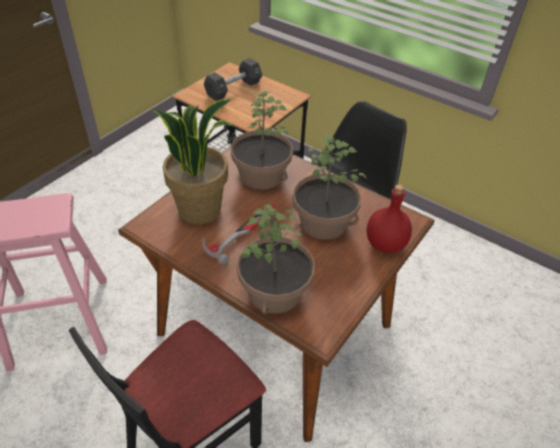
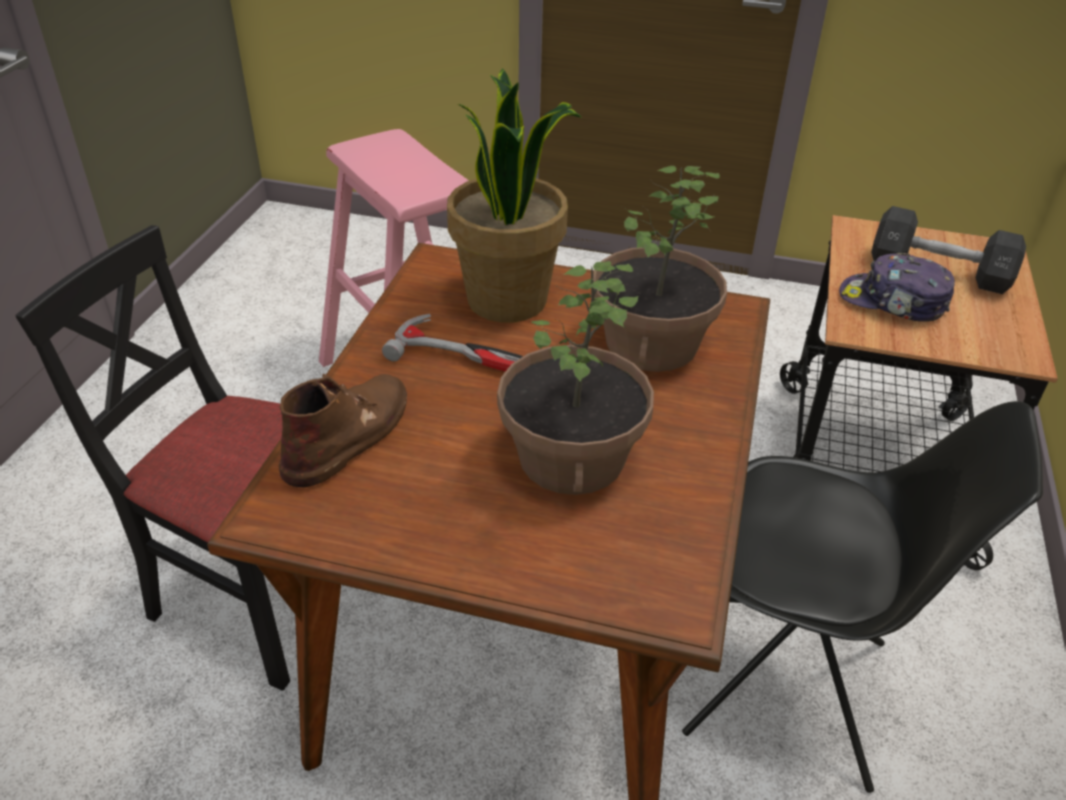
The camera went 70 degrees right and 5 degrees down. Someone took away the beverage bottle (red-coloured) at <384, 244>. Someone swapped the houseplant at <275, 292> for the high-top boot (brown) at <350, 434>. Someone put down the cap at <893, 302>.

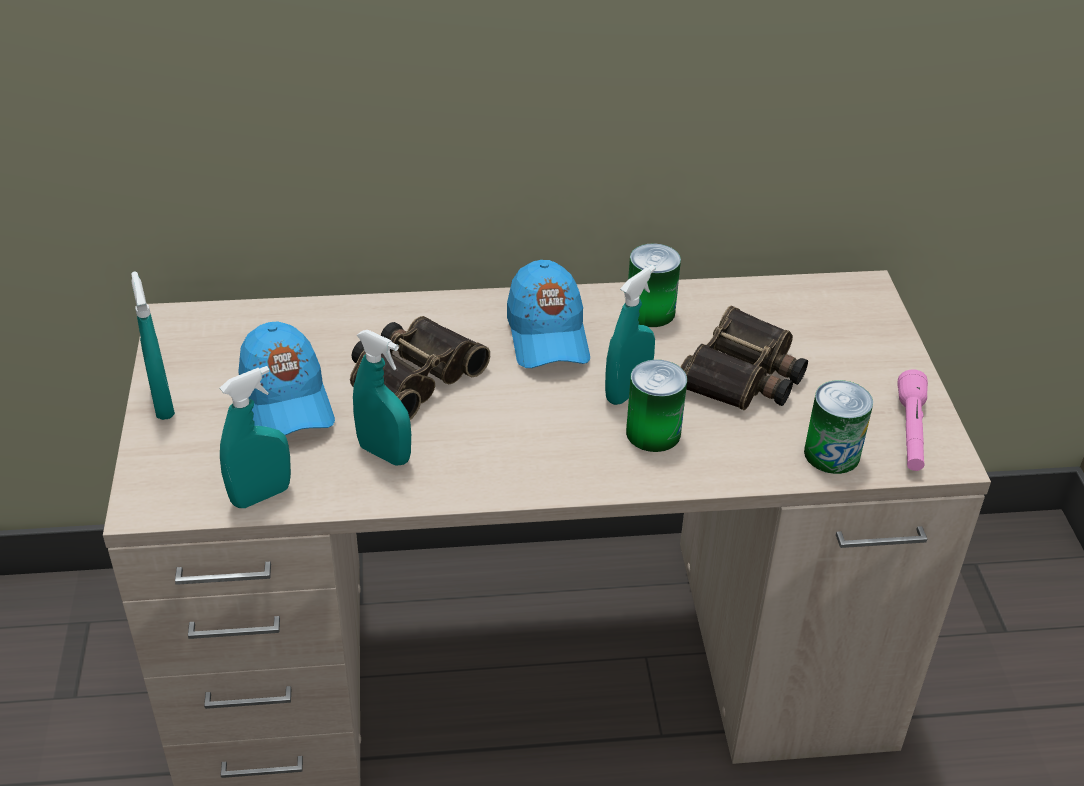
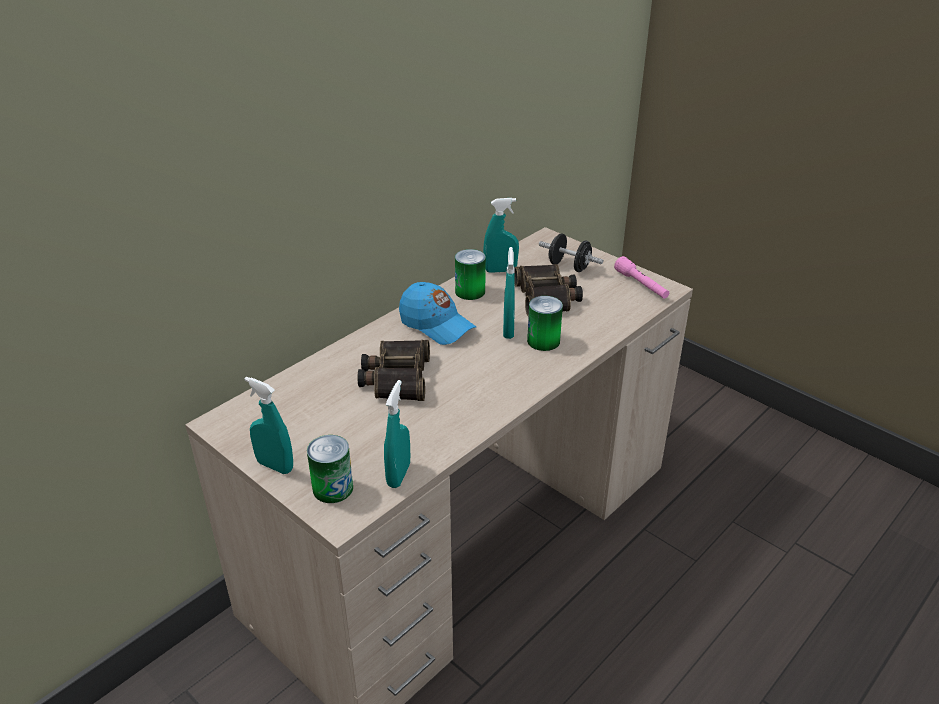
The camera went 40 degrees left and 5 degrees down. Someone took away the cap (blue) at <286, 400>. Someone carried the spray bottle (blue-green) from <384, 453> to <500, 270>. Someone carried the sealed can from <831, 454> to <333, 488>. Someone put down the hand weight (blackish) at <569, 266>.

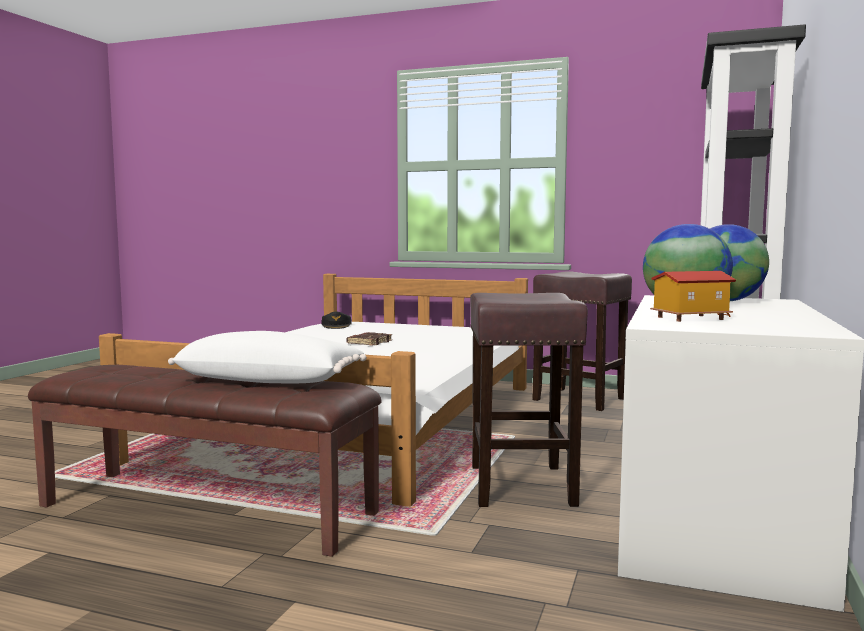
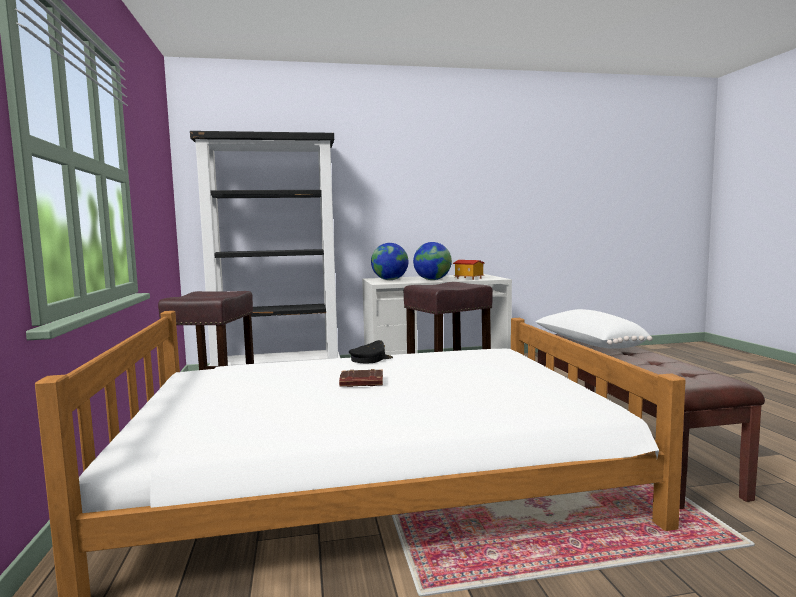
The camera went 120 degrees left and 0 degrees up. Someone carried the cap (blackish) from <336, 325> to <370, 359>.

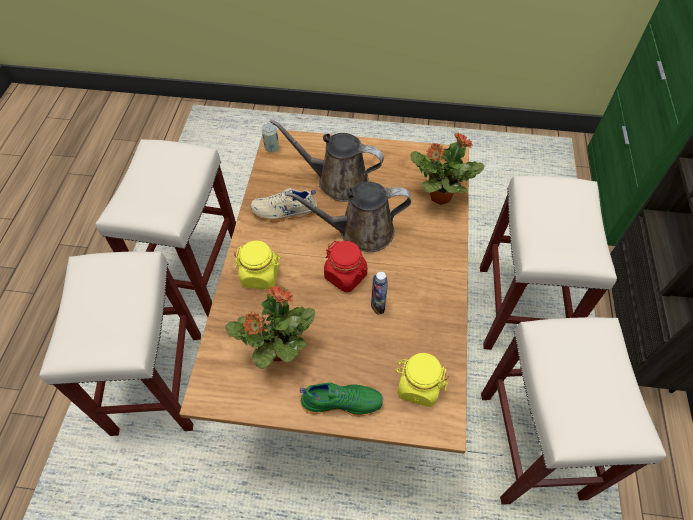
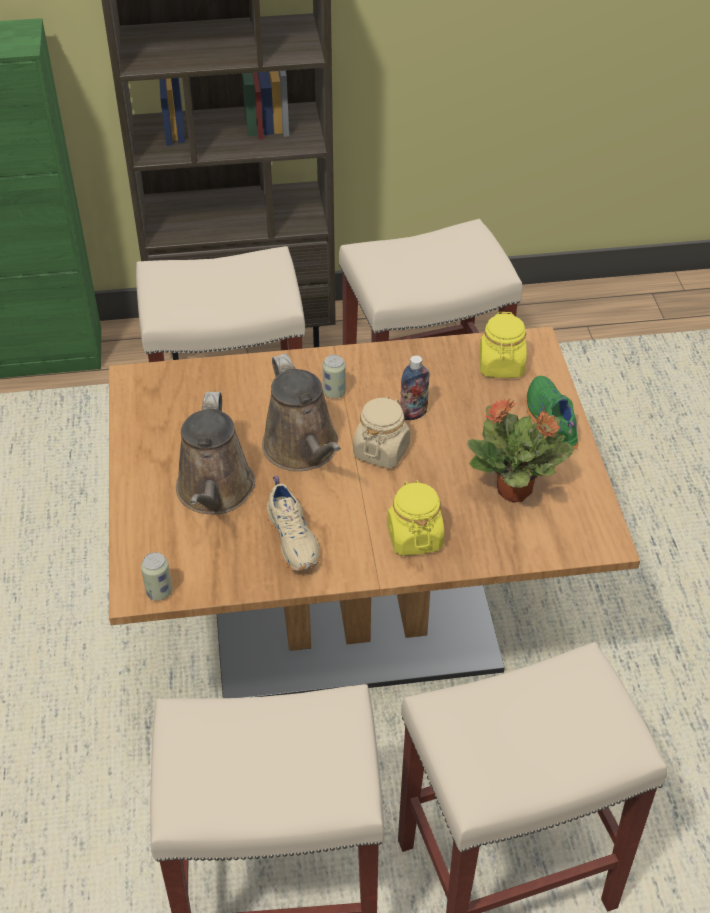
The camera went 105 degrees left and 10 degrees down. Someone took away the houseplant at <439, 196>. Someone repainted the jar (red-coloured) at <346, 276>, which became the jar (sand-coloured) at <381, 450>. Someone put down the sealed can at <334, 392>.

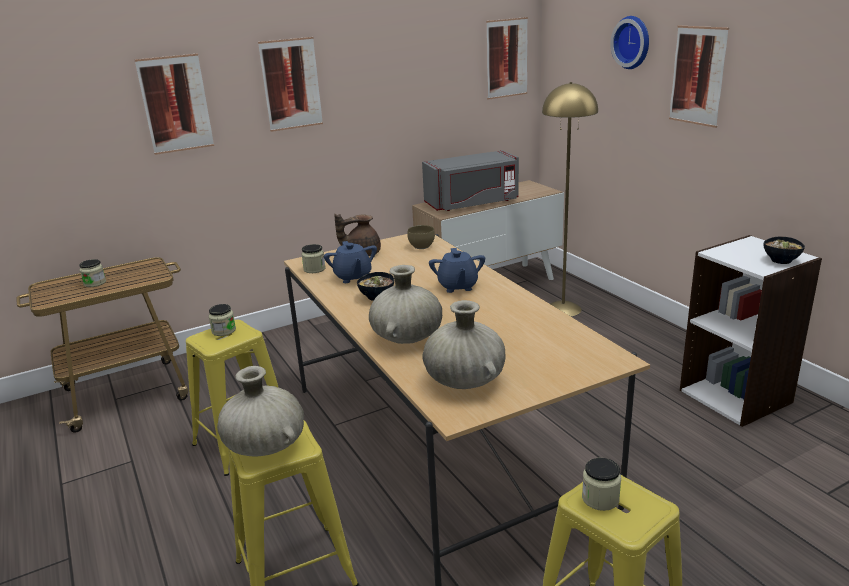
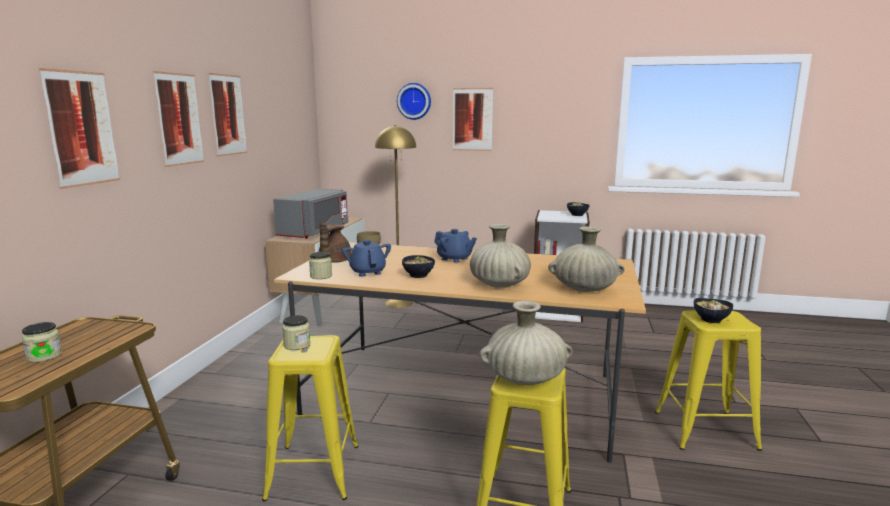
The camera went 50 degrees left and 10 degrees down. Someone carried the wall art from <507, 58> to <228, 115>. Someone rotated the pot for tea (blue) at <353, 277> by 135 degrees counterclockwise. Someone swapped the jar at <600, 498> for the deep dish at <711, 320>.

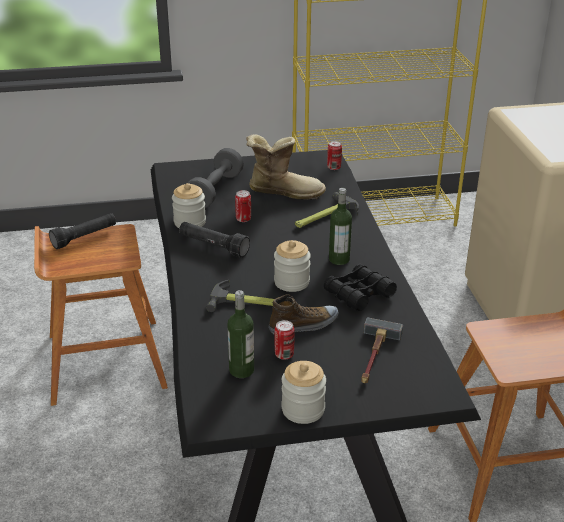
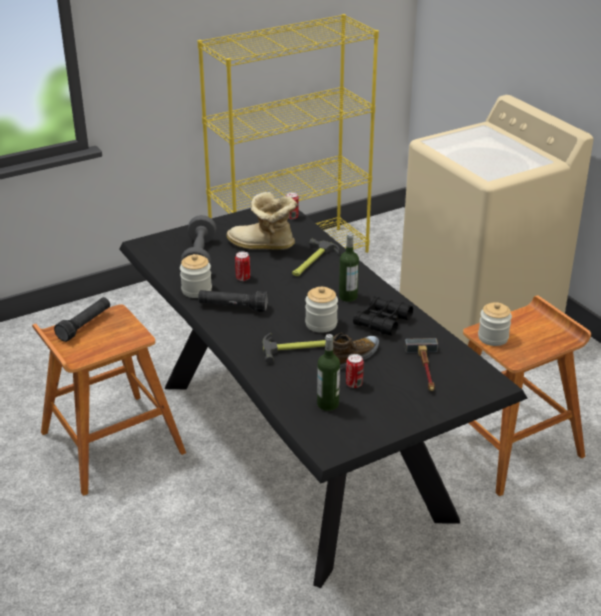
The camera went 20 degrees left and 0 degrees up. Someone rotated the high-top boot at <284, 191> by 150 degrees counterclockwise. Someone carried the jar from <303, 409> to <493, 338>.

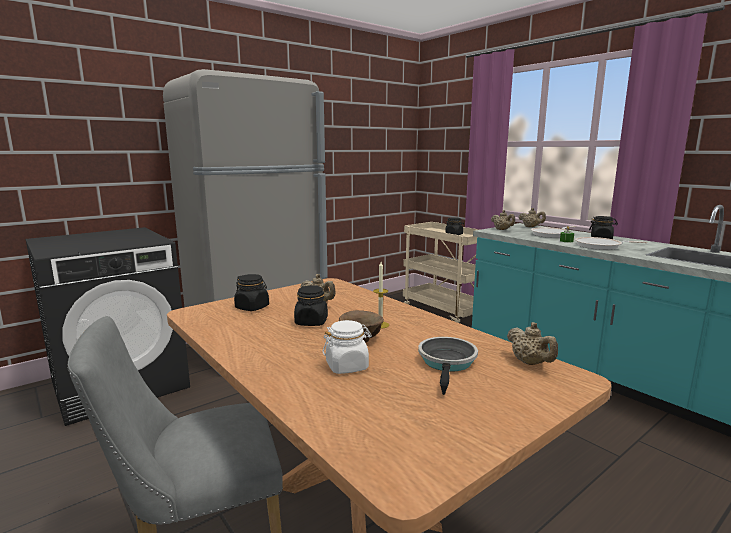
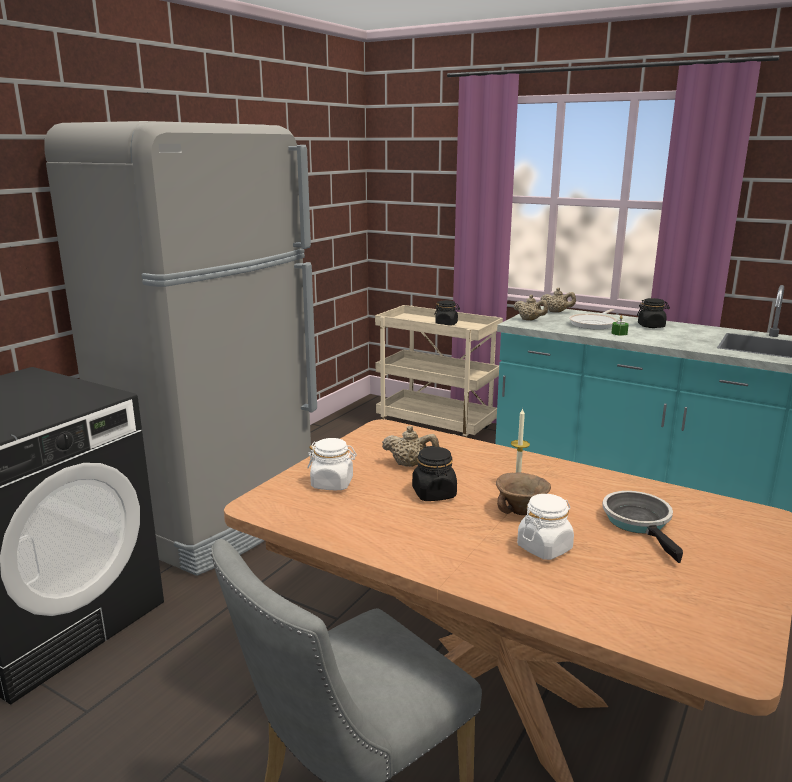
The camera went 20 degrees left and 5 degrees up. Someone took away the skillet at <600, 246>. Someone repainted the jar (blackish) at <252, 307>, which became the jar (whitish) at <332, 483>. Someone took away the pot for tea (sand-coloured) at <530, 363>.

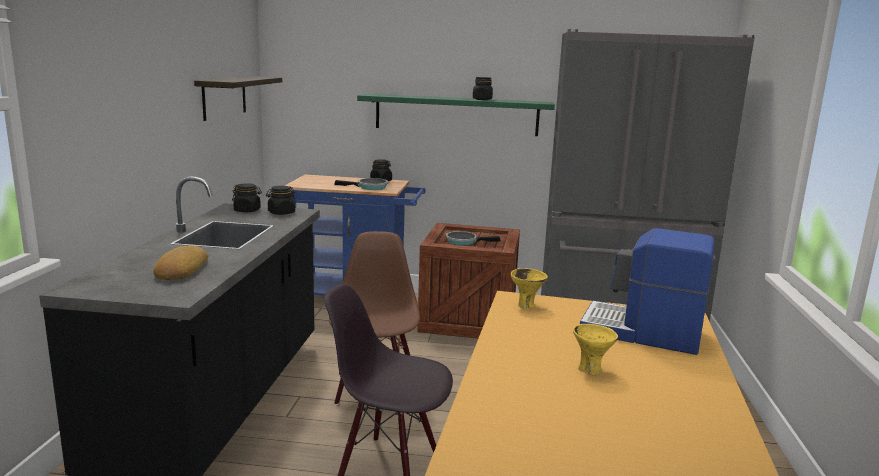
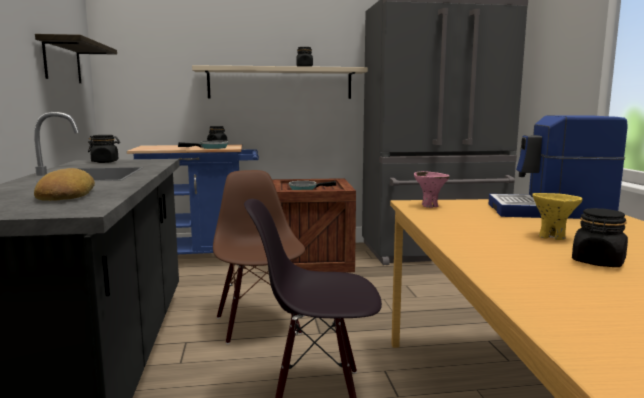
The camera went 15 degrees left and 5 degrees down. Someone repainted the wall shelf (greenish) at <456, 114>, which became the wall shelf (sand-coloured) at <280, 83>. Someone carried the jar (blackish) from <281, 213> to <598, 262>. Someone repainted the deep dish (yellow) at <526, 305>, which became the deep dish (pinkish) at <429, 206>.

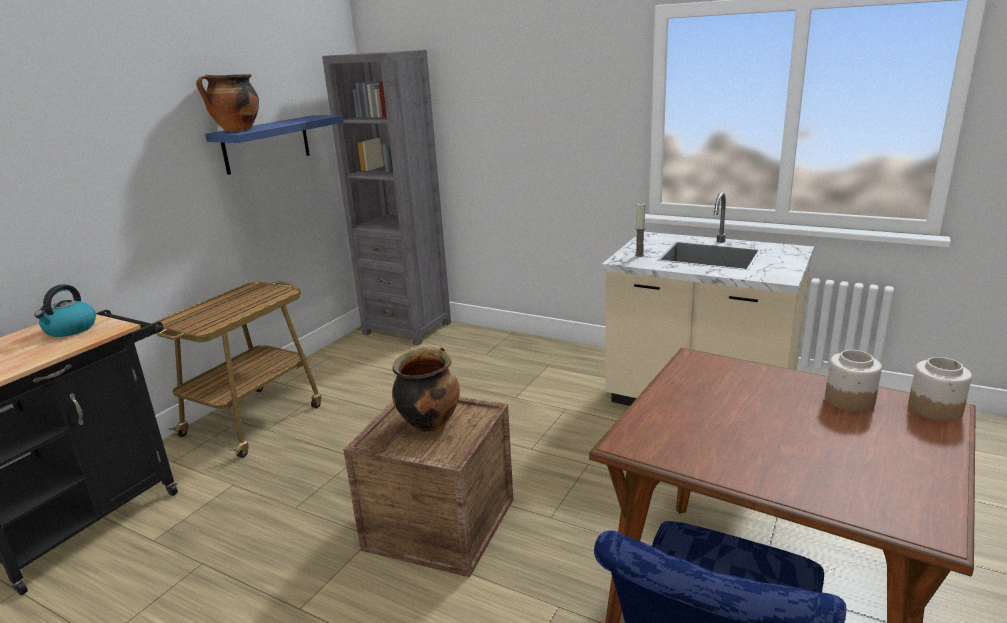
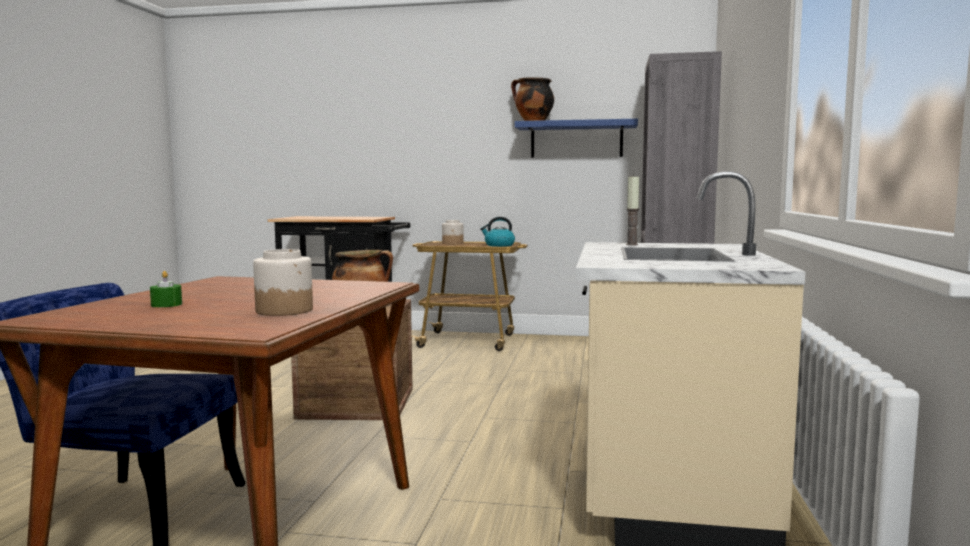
The camera went 70 degrees right and 15 degrees down. Someone carried the kettle from <70, 329> to <499, 245>. Someone carried the jar from <935, 409> to <453, 243>. Someone put down the candle (greenish) at <166, 304>.

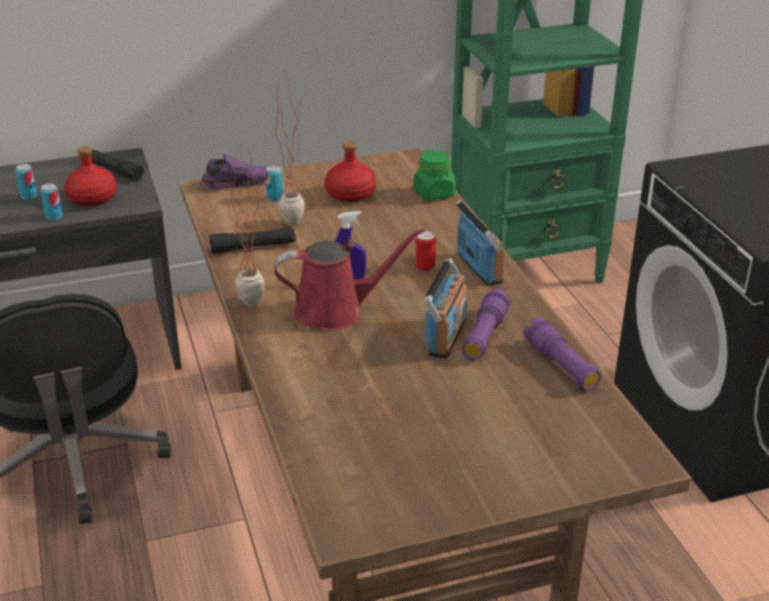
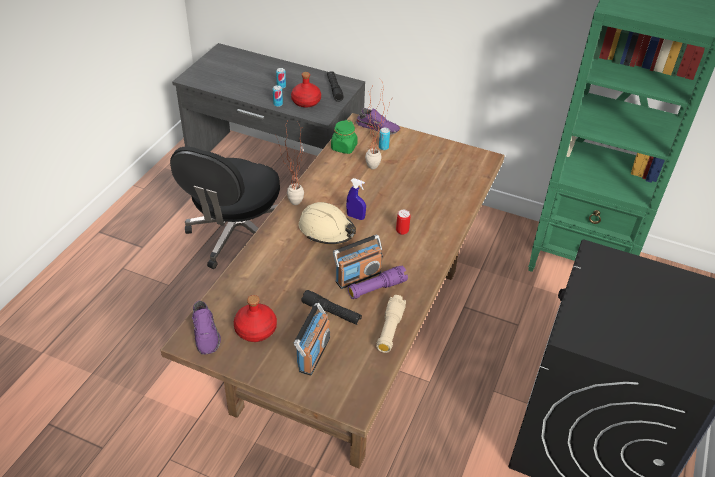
The camera went 40 degrees right and 10 degrees up. Someone carried the beverage bottle (red-coloured) from <350, 194> to <255, 329>. Someone carried the jar (greenish) from <434, 194> to <344, 147>. Someone carried the radio set from <478, 268> to <313, 354>. Someone carried the hand torch (blackish) from <253, 247> to <331, 312>. Someone swapped the sprinkling can (red-coloured) at <336, 311> for the safety helmet (sand-coloured) at <326, 230>. Someone repainted the hand torch (purple) at <560, 365>, which became the hand torch (sand-coloured) at <390, 329>. Someone put down the shoe (purple) at <206, 333>.

